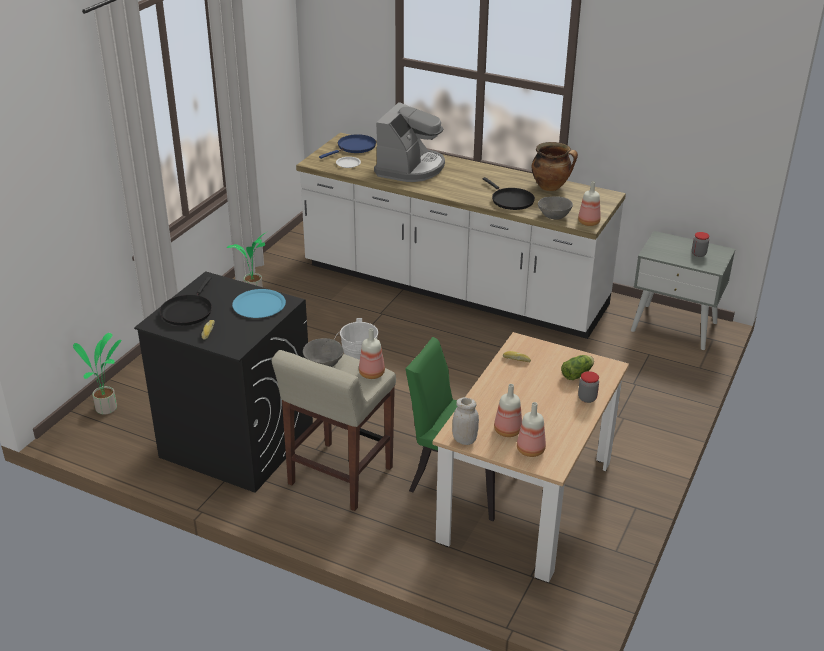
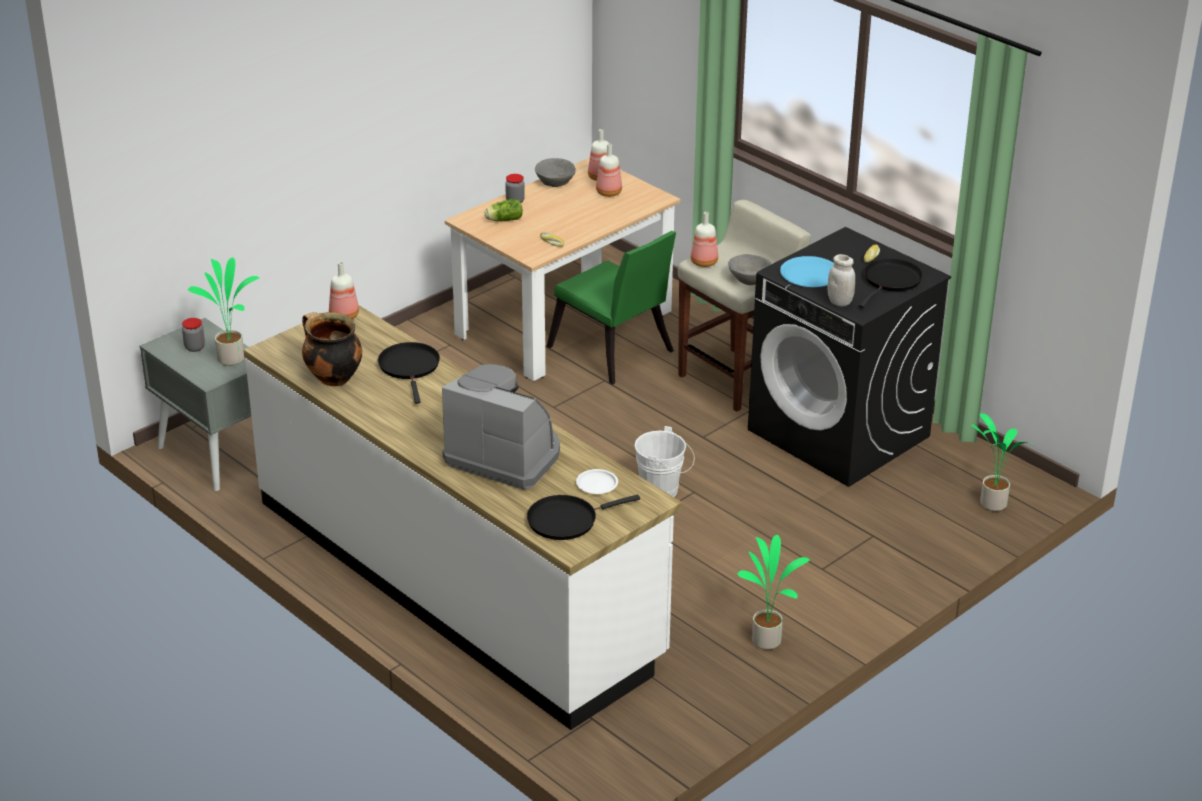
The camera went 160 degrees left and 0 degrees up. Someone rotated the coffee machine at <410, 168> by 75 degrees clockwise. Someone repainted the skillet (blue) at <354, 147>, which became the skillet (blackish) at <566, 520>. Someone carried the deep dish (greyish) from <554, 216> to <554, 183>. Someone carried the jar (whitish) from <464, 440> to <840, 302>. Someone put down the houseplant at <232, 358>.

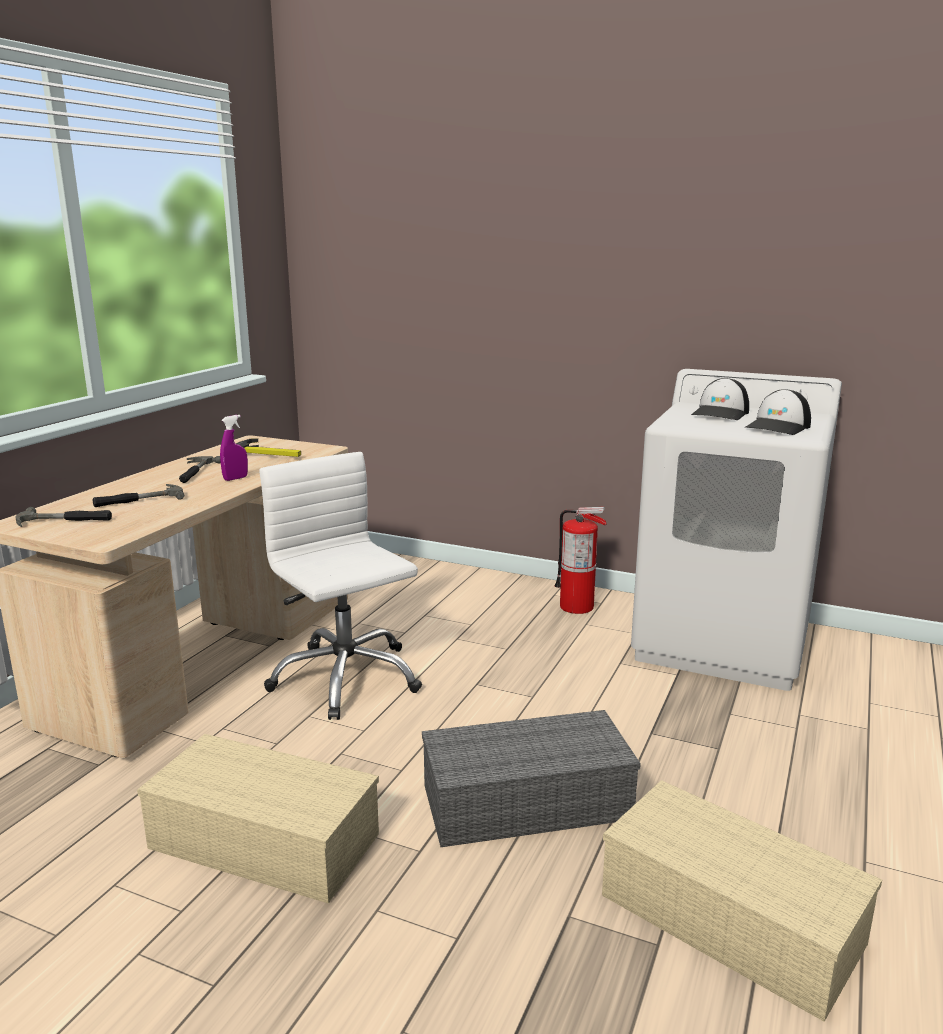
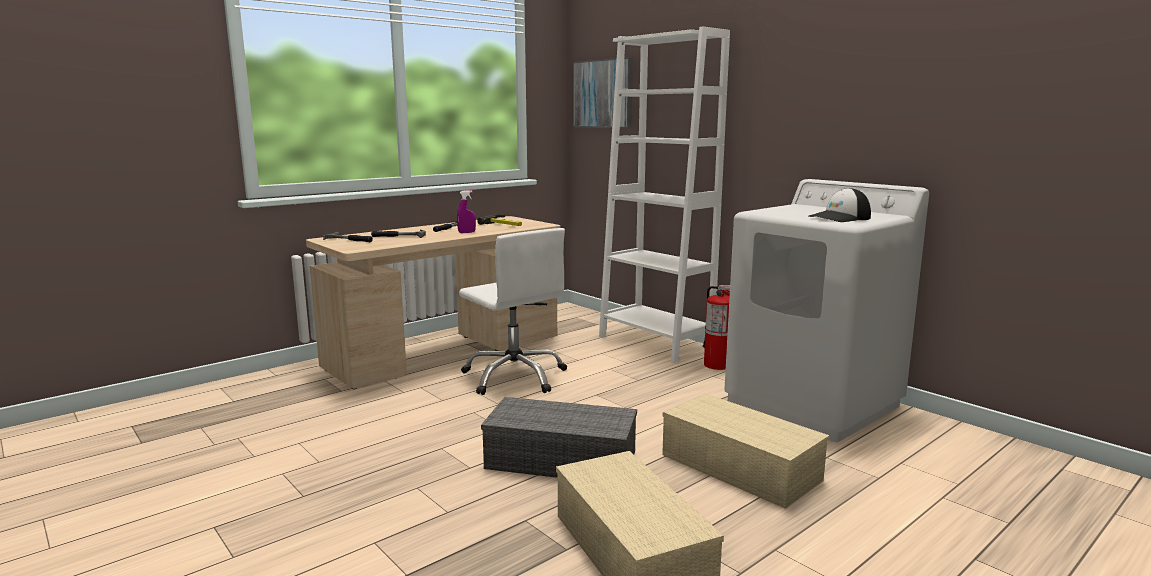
The camera went 25 degrees right and 5 degrees down. Someone took away the cap at <721, 413>. Someone rotated the office chair (whitish) at <345, 678> by 150 degrees clockwise. Someone carried the storage container (sand-coloured) from <260, 841> to <737, 467>. Someone put down the shelving unit (whitish) at <655, 343>. Someone put up the wall art at <603, 94>.

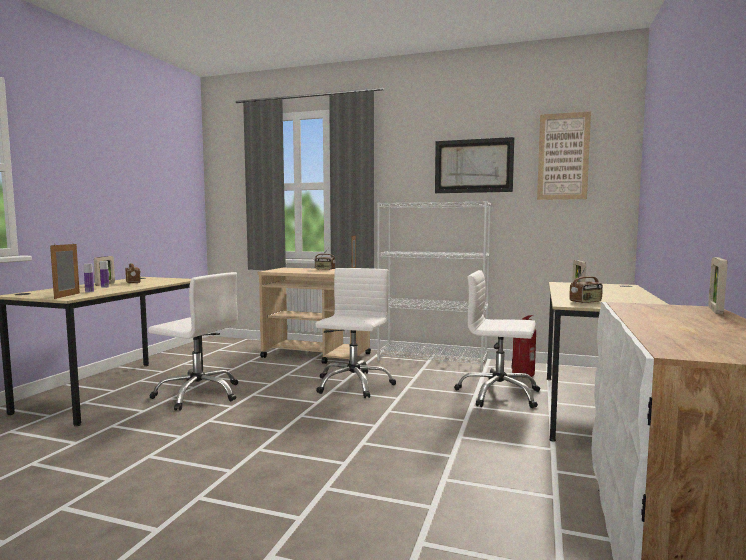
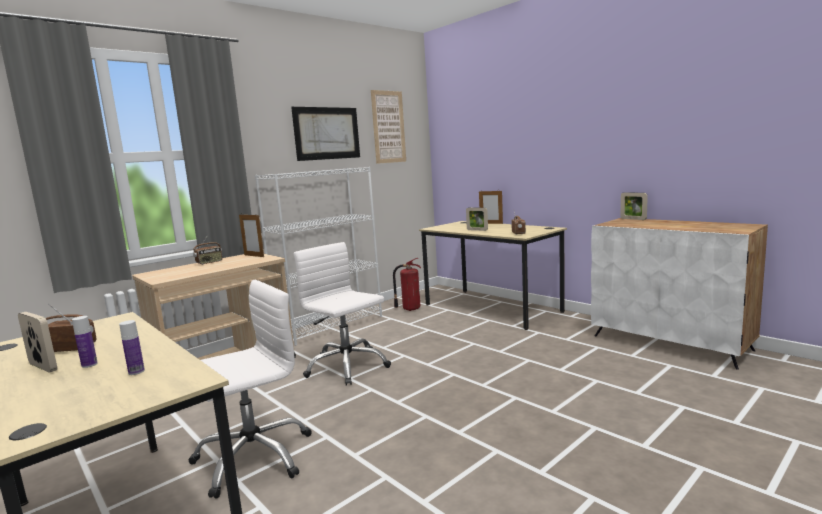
The camera went 60 degrees left and 5 degrees up. Someone carried the picture frame from <67, 296> to <491, 223>. Someone took away the office chair (whitish) at <498, 394>.

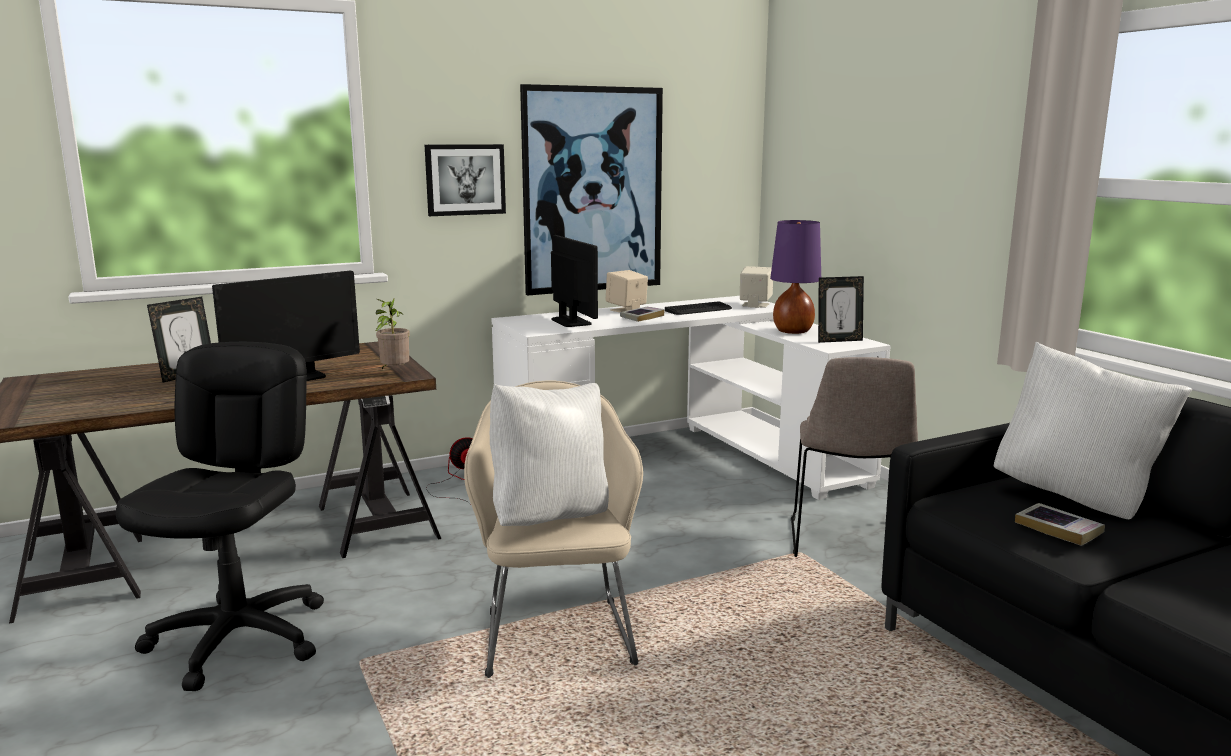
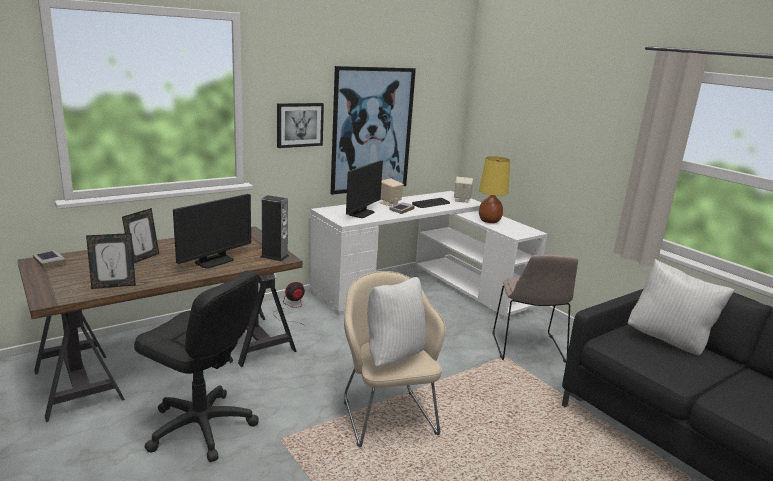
The camera went 10 degrees left and 5 degrees up. Someone repainted the tabletop lamp (purple) at <793, 331>, which became the tabletop lamp (yellow) at <489, 221>. Someone rotated the monitor at <571, 322> by 60 degrees clockwise. Someone carried the picture frame from <838, 340> to <114, 285>. Someone swapped the houseplant at <394, 373> for the loudspeaker at <274, 256>. Someone rotated the office chair (blackish) at <239, 639> by 120 degrees clockwise. Someone carried the bound book from <1058, 529> to <49, 261>.

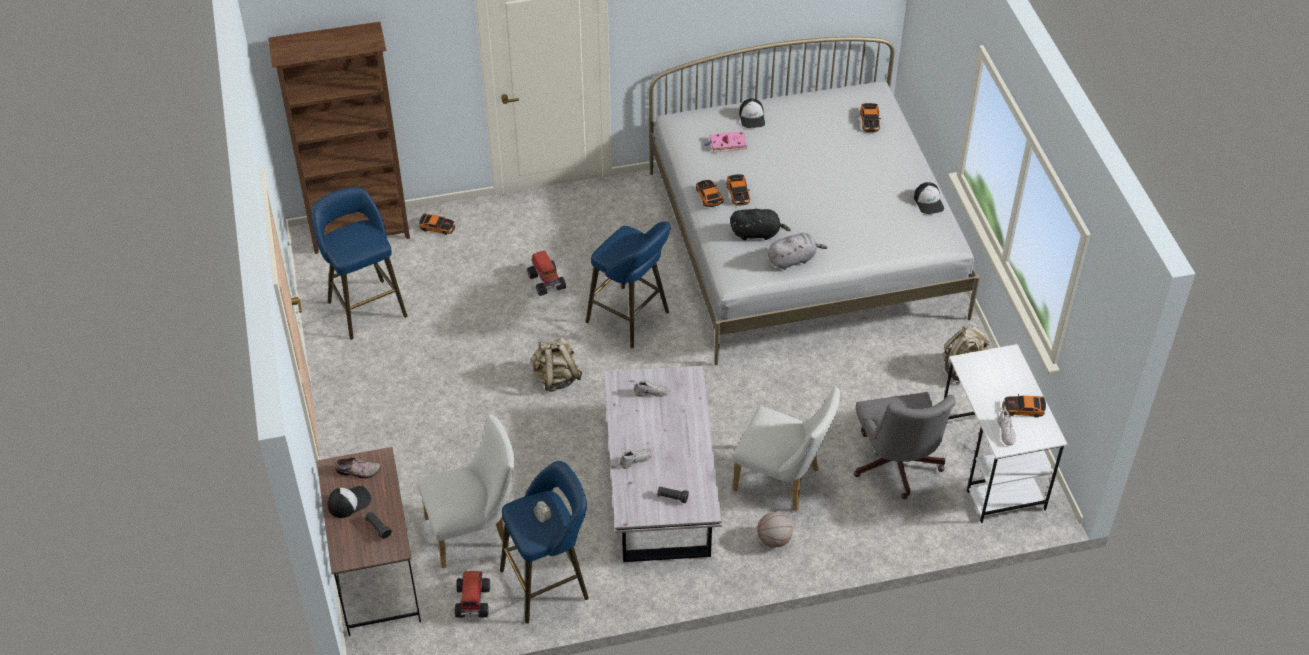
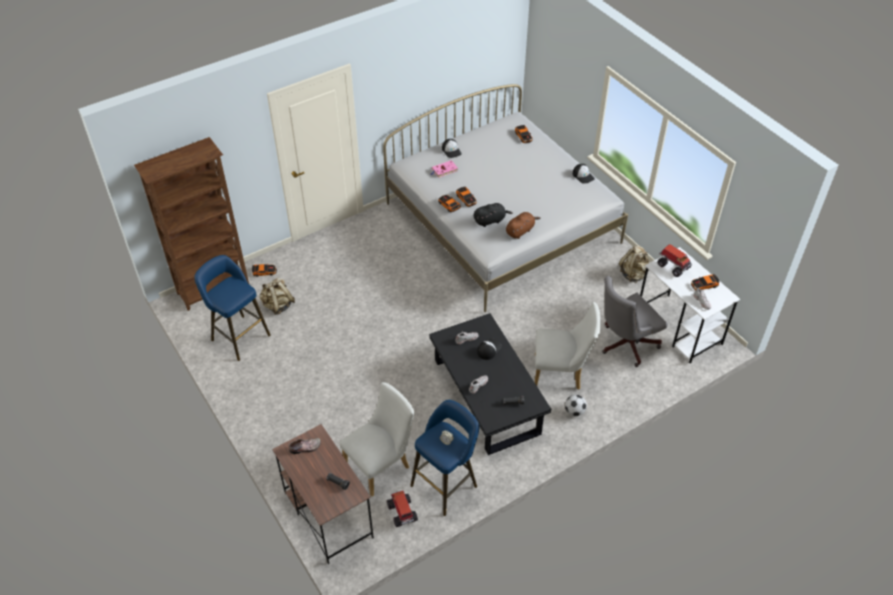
The camera went 20 degrees left and 0 degrees up. Someone took away the sitting stool (blue) at <631, 319>. Someone repainted the plush toy (greyish) at <793, 259>, which became the plush toy (brown) at <520, 231>. Someone carried the model truck from <546, 281> to <673, 266>. Someone carried the backpack (sand-coloured) from <556, 378> to <278, 305>. Someone repainted the lounge table (whitish) at <660, 482>, which became the lounge table (blackish) at <486, 396>. Someone rotated the office chair (greyish) at <896, 468> by 90 degrees clockwise. Someone carried the cap from <349, 502> to <488, 349>. Someone swapped the ball for basketball at <774, 540> for the ball for football at <574, 411>.

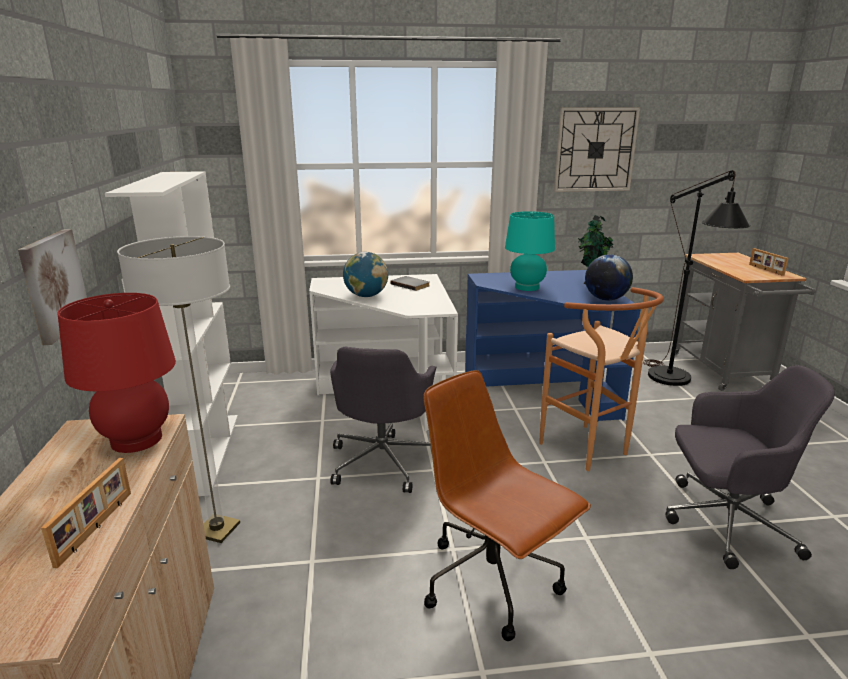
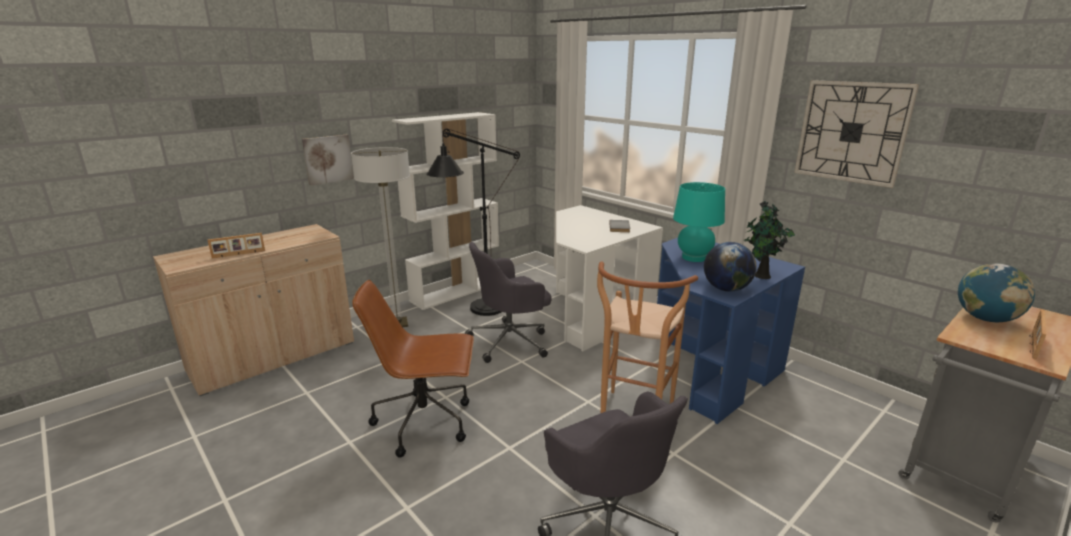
The camera went 55 degrees right and 0 degrees up. Someone carried the standing lamp (blackish) from <674, 382> to <479, 310>. Someone carried the world globe from <366, 296> to <985, 319>. Someone took away the tabletop lamp (red-coloured) at <136, 440>. Someone rotated the office chair (brown) at <493, 583> by 105 degrees counterclockwise.

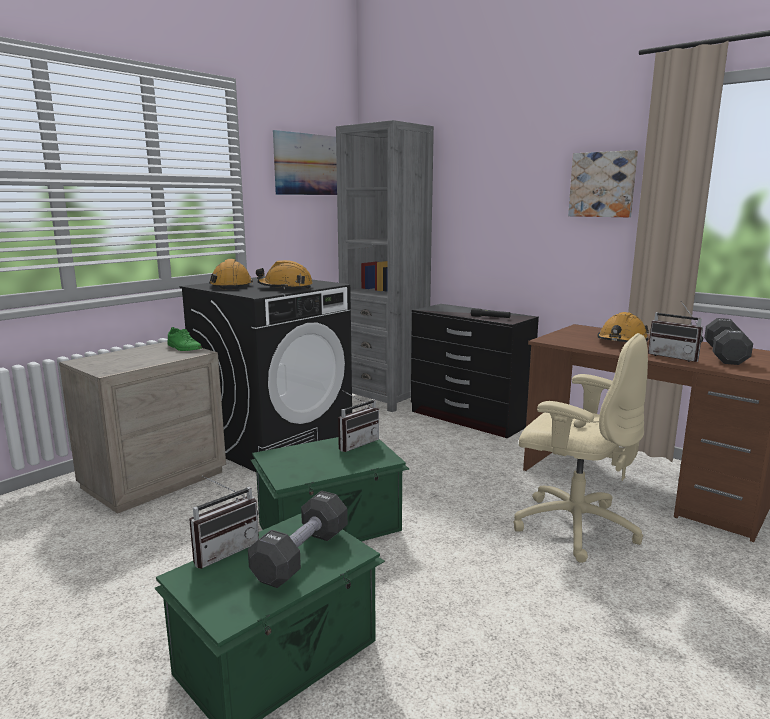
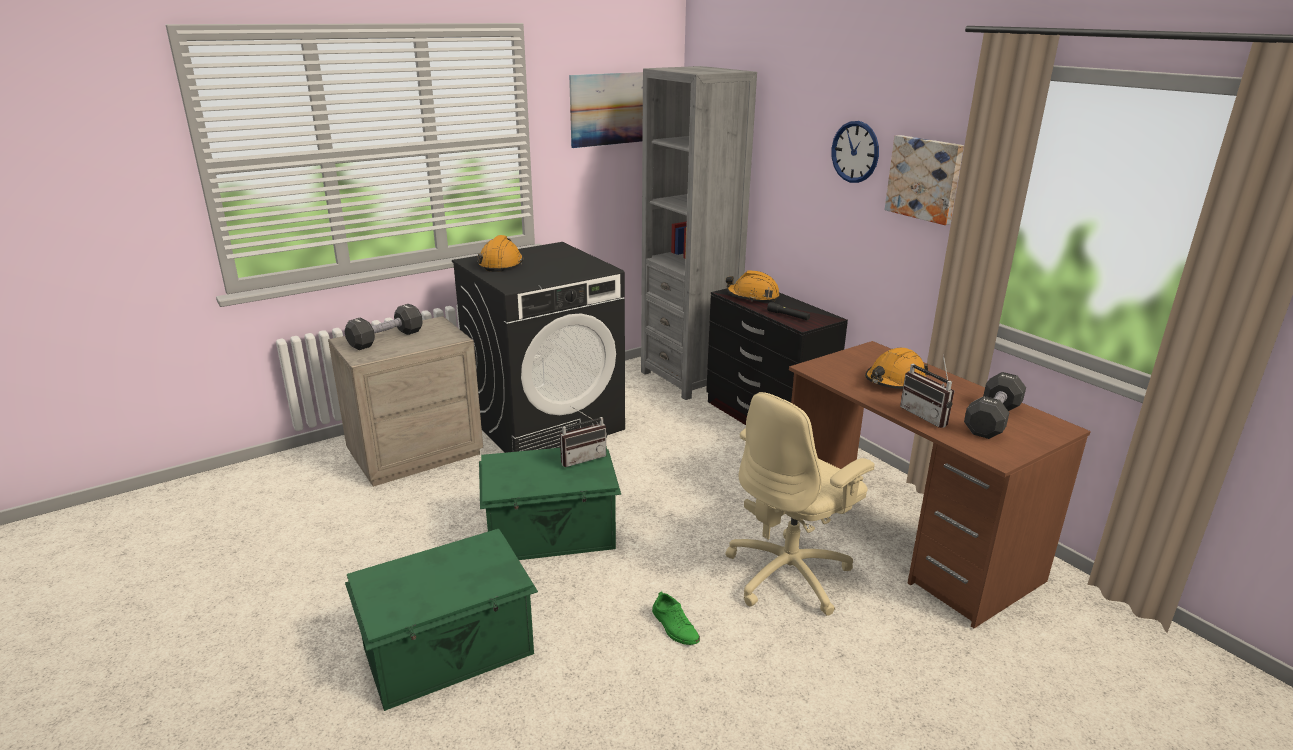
The camera went 15 degrees right and 10 degrees up. Someone carried the safety helmet (orange-coloured) from <285, 287> to <752, 296>. Someone carried the shoe (greenish) from <184, 348> to <674, 626>. Someone rotated the office chair (sand-coloured) at <573, 526> by 90 degrees clockwise. Someone took away the radio set at <223, 550>. Someone carried the hand weight (blackish) from <301, 555> to <386, 339>. Someone put up the hanging clock at <855, 152>.

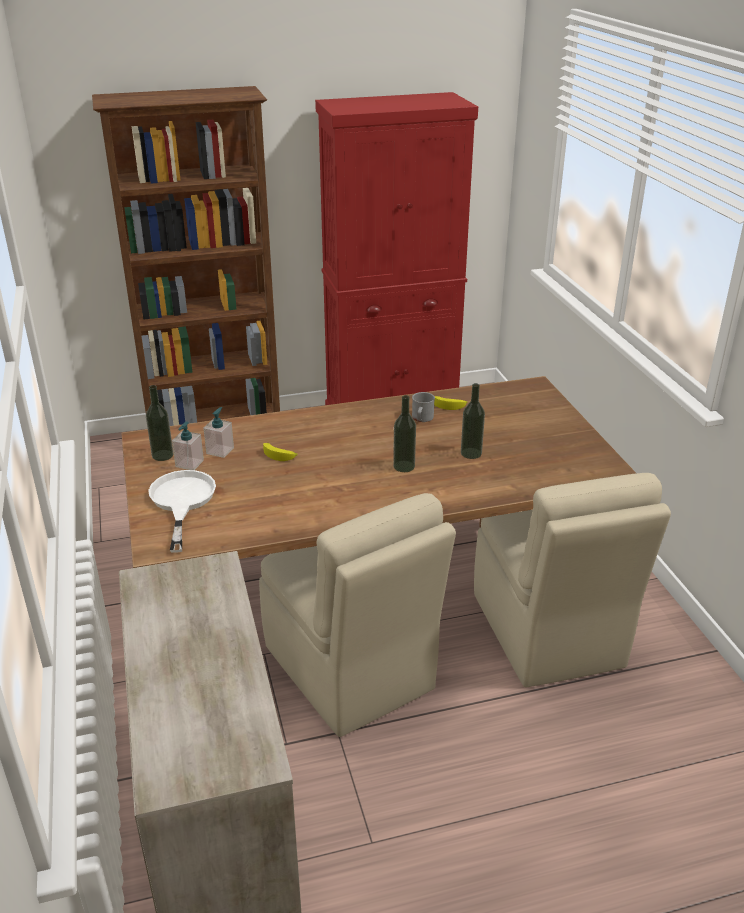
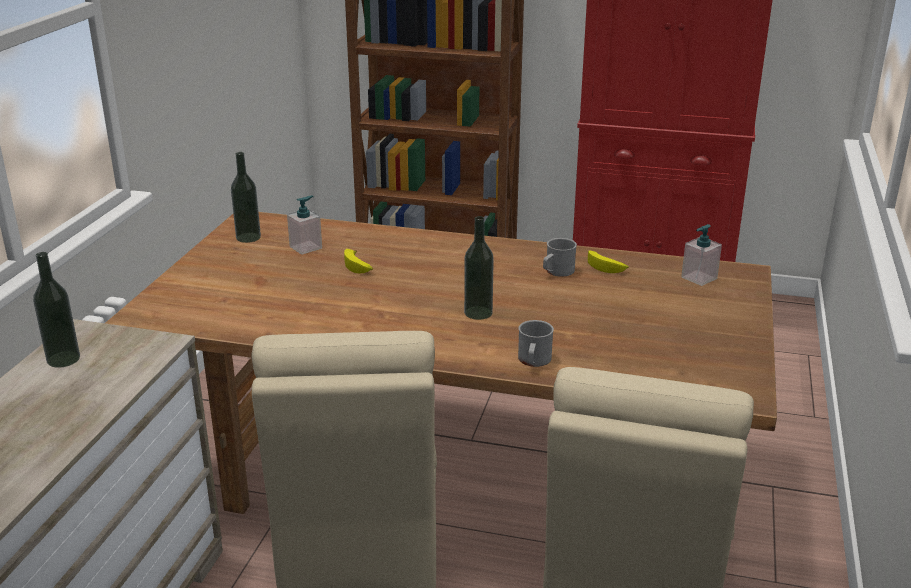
The camera went 30 degrees right and 5 degrees down. Someone carried the beverage bottle from <471, 453> to <63, 359>. Someone carried the soap dispenser from <189, 463> to <699, 278>. Someone took away the skillet (whitish) at <182, 502>. Someone put down the coffee mug (greyish) at <533, 361>.

